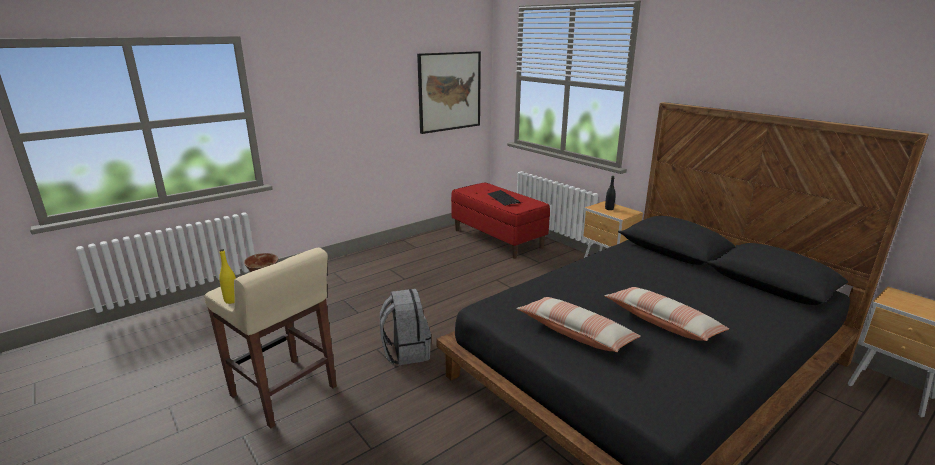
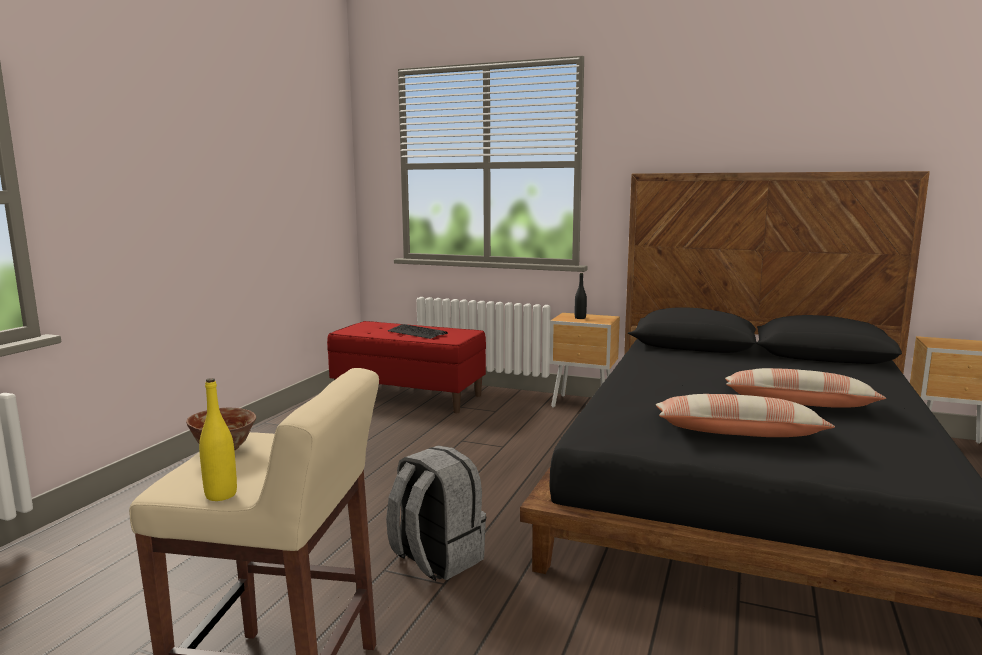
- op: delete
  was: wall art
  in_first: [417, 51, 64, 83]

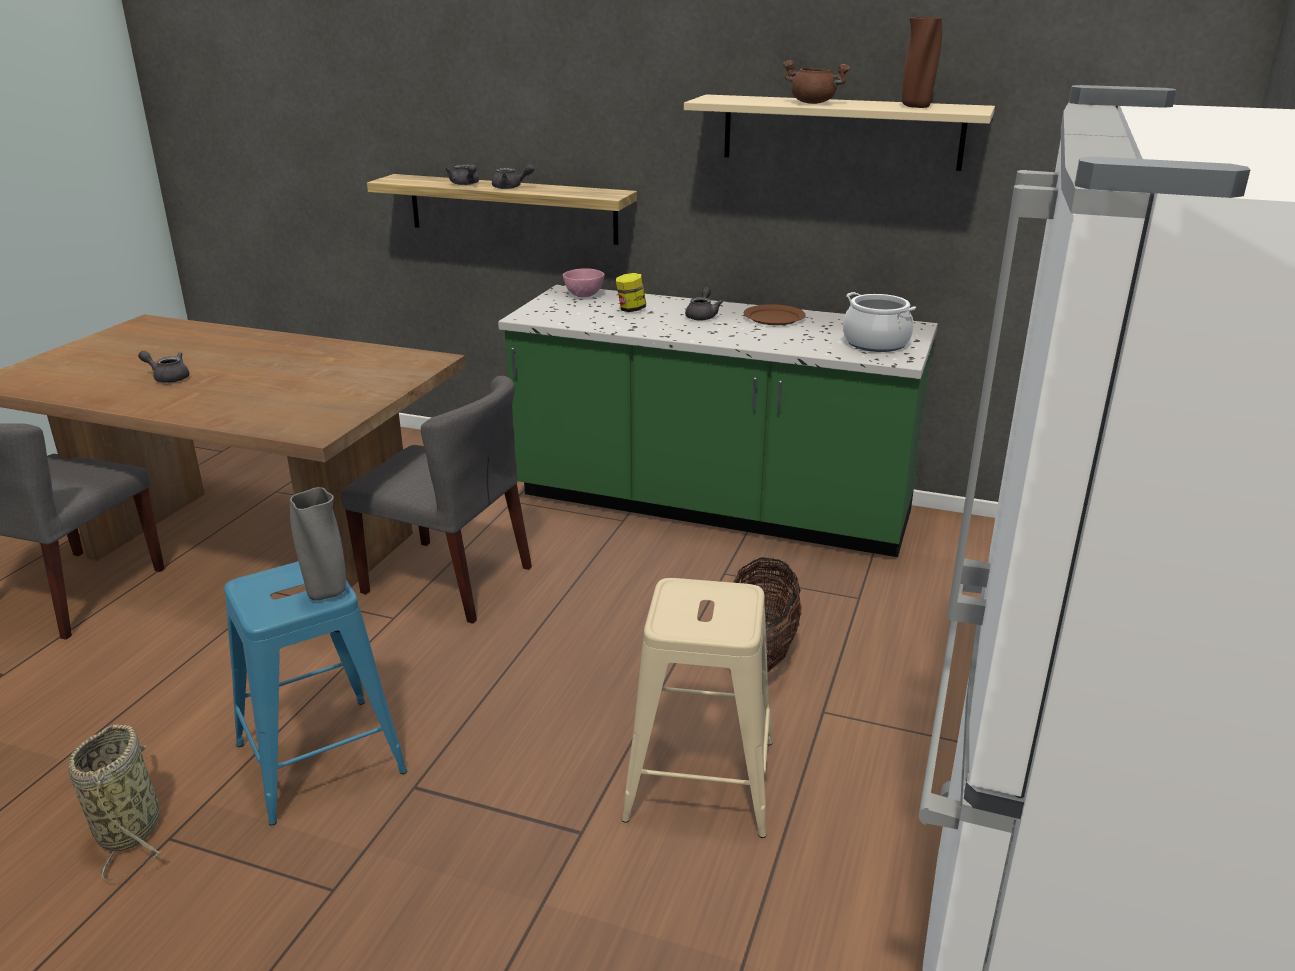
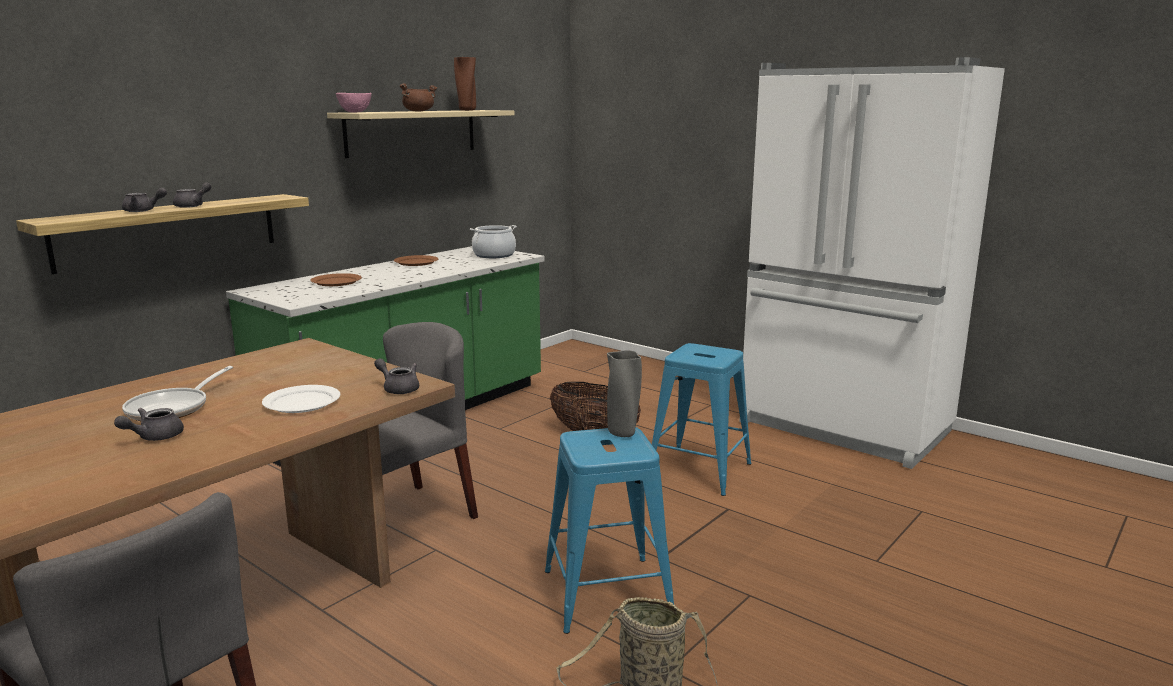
- op: insert
  now: pan
  in_second: [122, 366, 111, 55]
- op: insert
  now: white plate
  in_second: [262, 385, 78, 28]
- op: move
  was: pink-coloured deep dish
  in_first: [563, 268, 42, 29]
  in_second: [336, 93, 35, 20]
- op: move
  was: gray pot for tea
  in_first: [685, 287, 38, 34]
  in_second: [374, 358, 45, 36]
- op: replace
  was: jar
  now: brown plate
  in_first: [616, 273, 30, 39]
  in_second: [310, 273, 52, 13]
- op: recolor
  was: beige-coloured stool
  now: blue stool
  in_first: [622, 578, 151, 260]
  in_second: [652, 343, 99, 153]

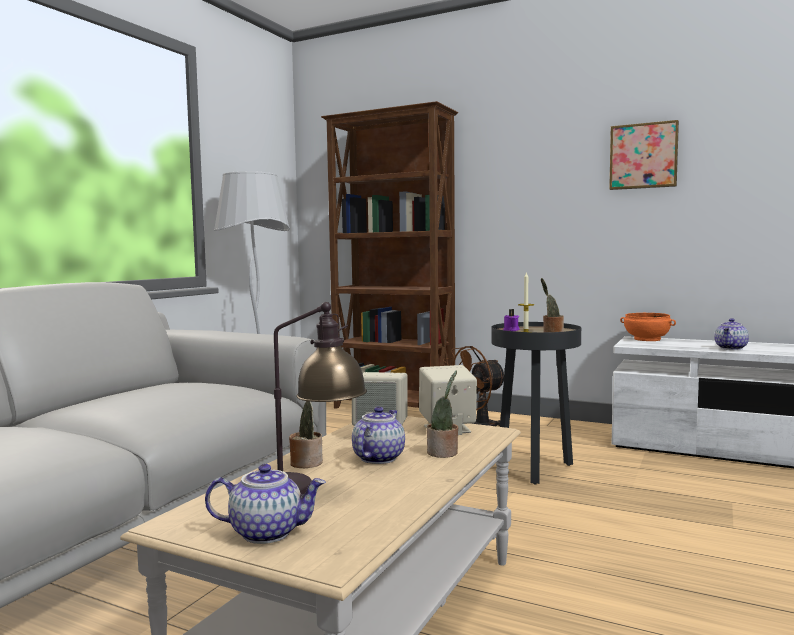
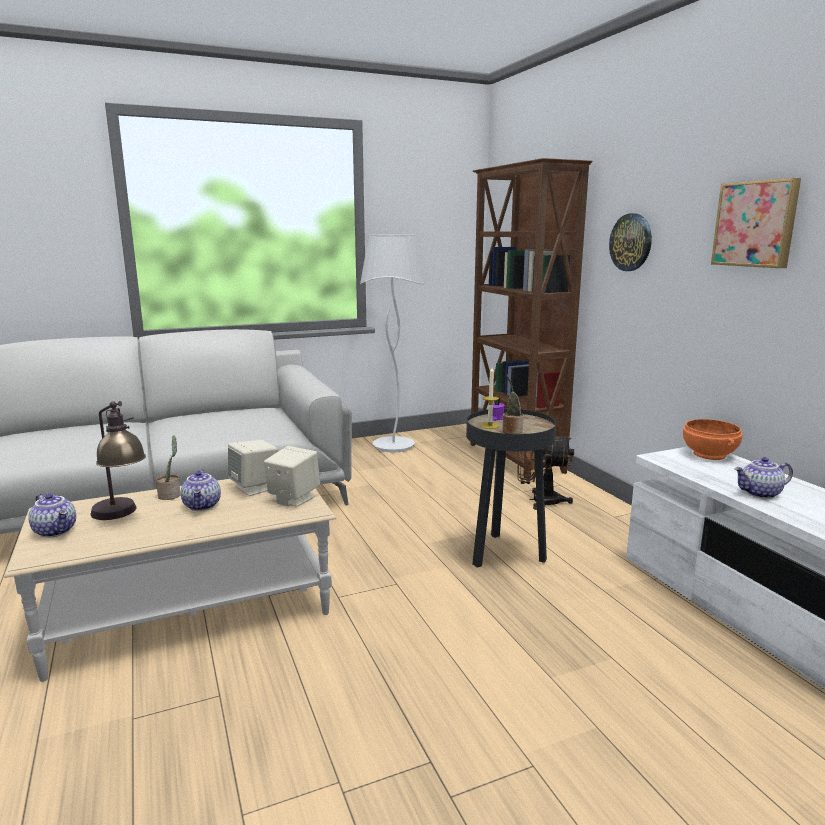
- op: delete
  was: houseplant
  in_first: [427, 371, 31, 87]
- op: insert
  now: clock on the wall
  in_second: [609, 213, 43, 58]
- op: rotate
  was: pot for tea
  in_first: [352, 407, 53, 57]
  in_second: [181, 469, 40, 42]
  clockwise: 105

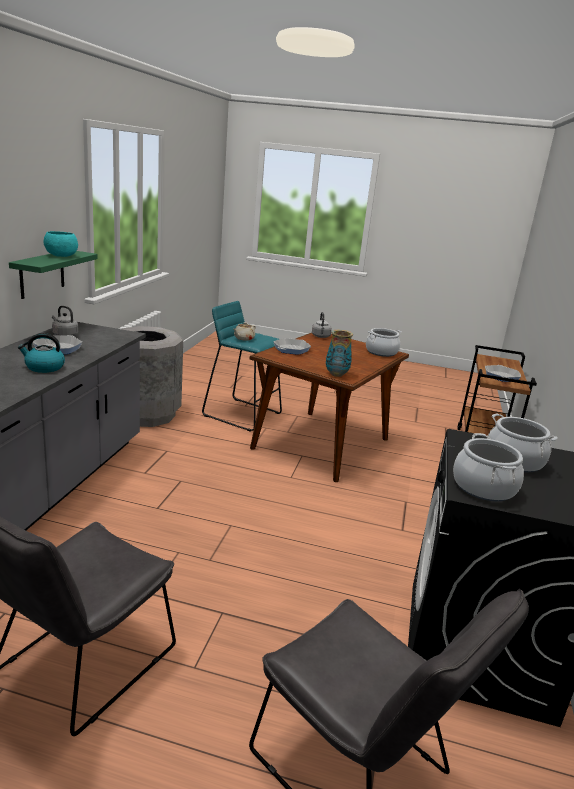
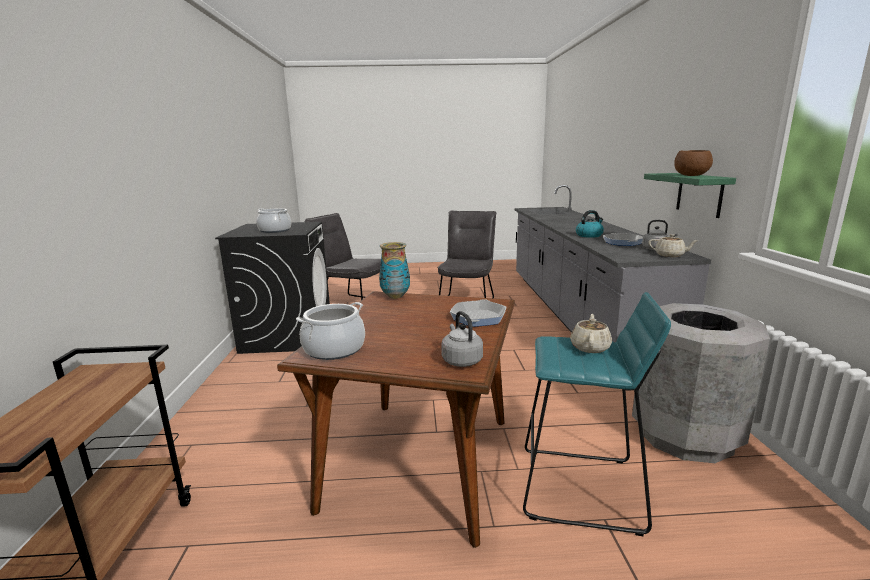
- op: delete
  was: stockpot
  in_first: [453, 433, 71, 68]
- op: delete
  was: pan
  in_first: [485, 365, 36, 17]
- op: insert
  now: beige-coloured pot for tea
  in_second: [648, 234, 50, 23]
- op: recolor
  was: turquoise deep dish
  now: brown deep dish
  in_first: [44, 231, 34, 26]
  in_second: [674, 150, 39, 26]

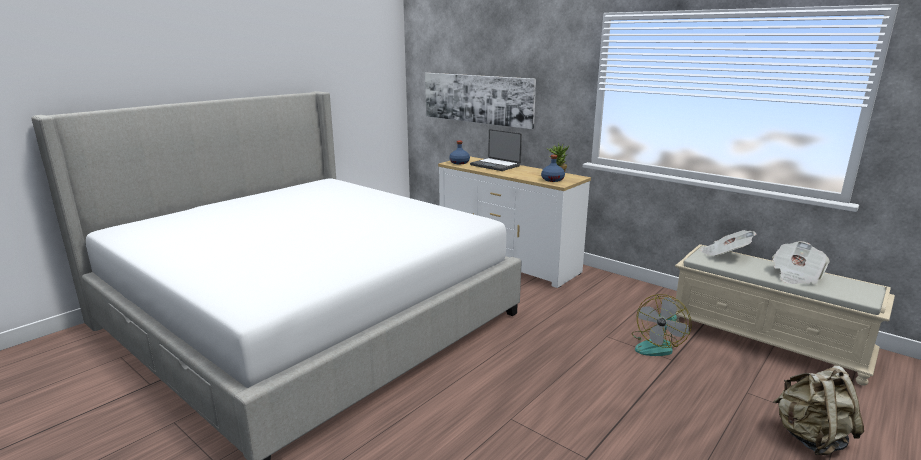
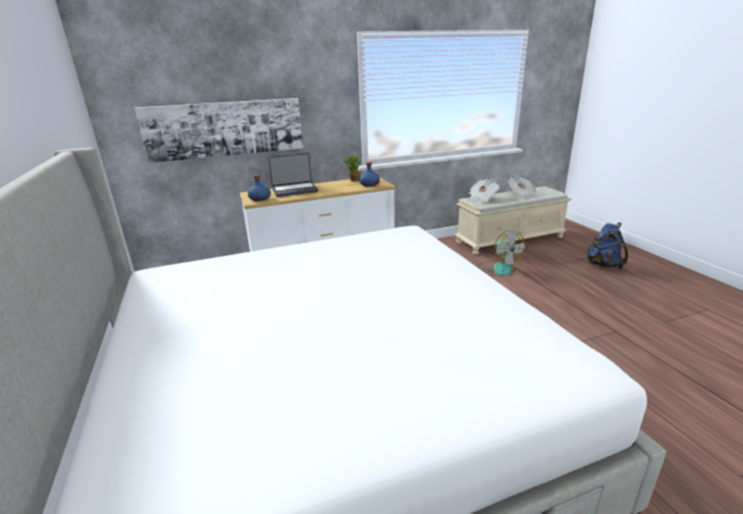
- op: recolor
  was: beige-coloured rucksack
  now: blue rucksack
  in_first: [773, 365, 91, 90]
  in_second: [587, 223, 41, 46]

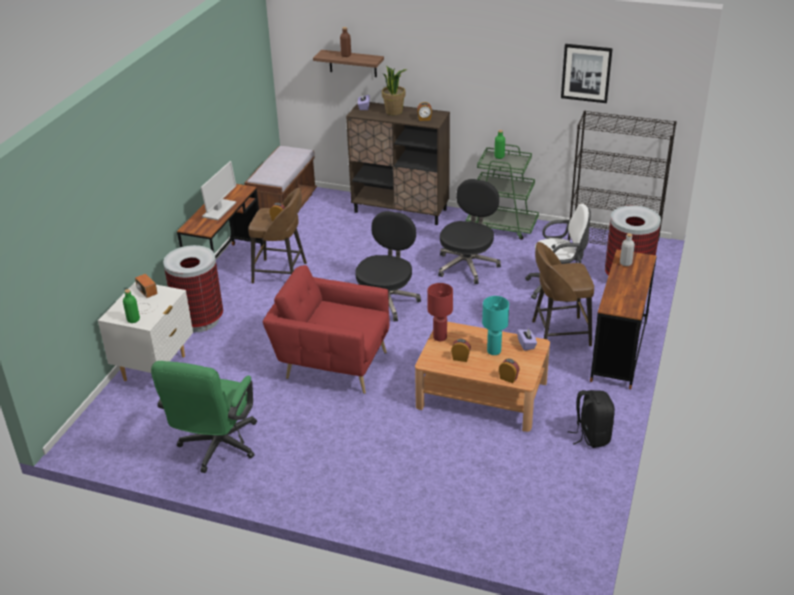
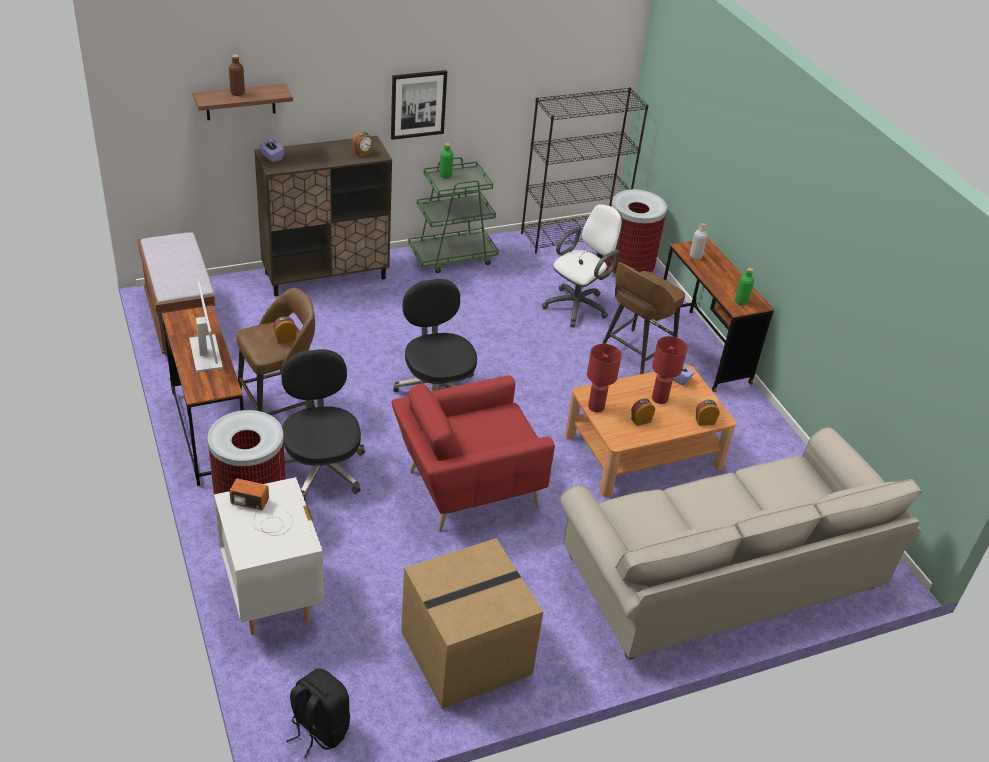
- op: delete
  was: houseplant
  in_first: [382, 66, 25, 49]
- op: insert
  now: beige-coloured settee
  in_second: [559, 427, 363, 232]
- op: move
  was: green beverage bottle
  in_first: [123, 289, 17, 34]
  in_second: [735, 268, 19, 37]
- op: move
  was: black-coloured computer chair
  in_first: [438, 179, 63, 105]
  in_second: [281, 349, 84, 152]
- op: move
  was: wall art
  in_first: [561, 44, 52, 59]
  in_second: [391, 70, 56, 70]
- op: move
  was: black-coloured rucksack
  in_first: [568, 390, 47, 58]
  in_second: [286, 668, 64, 90]
- op: replace
  was: green computer chair
  now: cardboard box
  in_first: [151, 361, 106, 112]
  in_second: [401, 538, 142, 171]
- op: recolor
  was: turquoise table lamp
  now: red table lamp
  in_first: [482, 296, 27, 59]
  in_second: [652, 336, 35, 68]

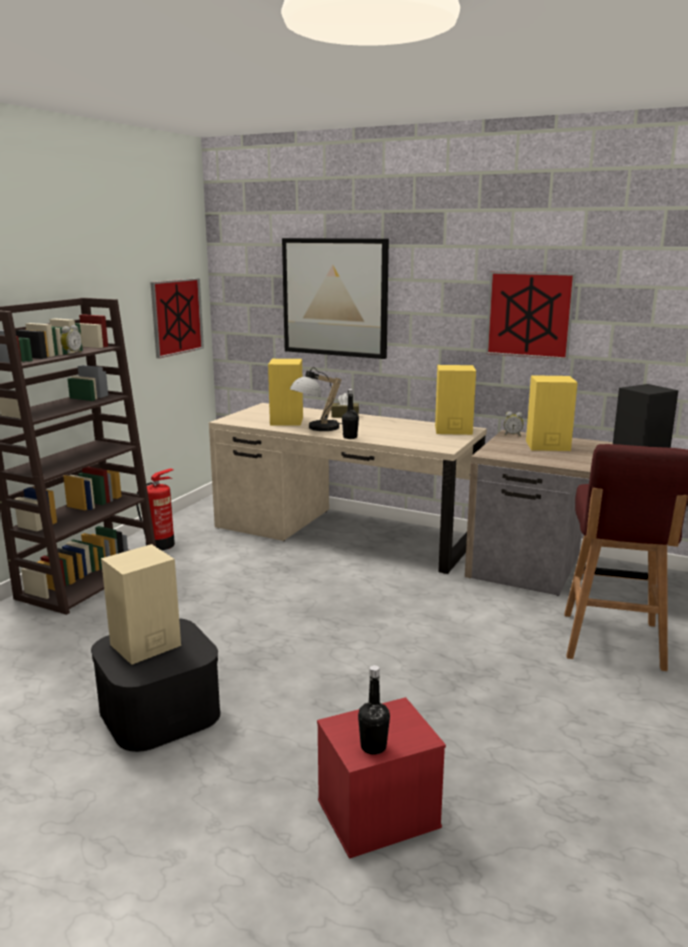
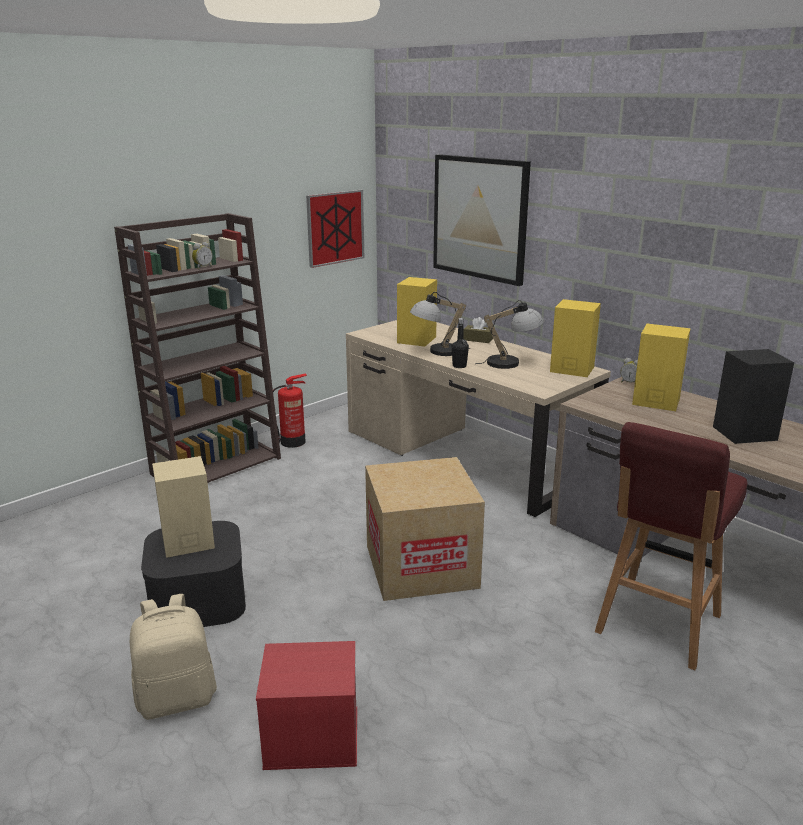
- op: delete
  was: black-coloured beverage bottle
  in_first: [358, 665, 32, 90]
- op: delete
  was: wall art
  in_first: [486, 271, 90, 89]
- op: insert
  now: beige-coloured rucksack
  in_second: [130, 594, 87, 126]
- op: insert
  now: cardboard box
  in_second: [365, 457, 120, 144]
- op: insert
  now: table lamp
  in_second: [475, 300, 69, 69]

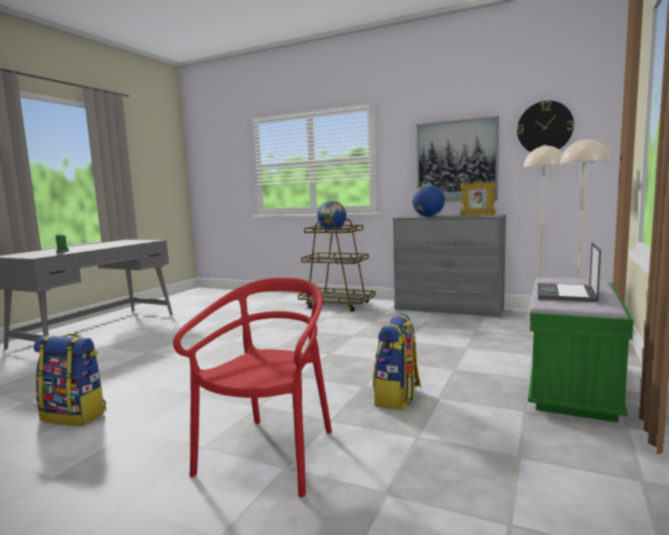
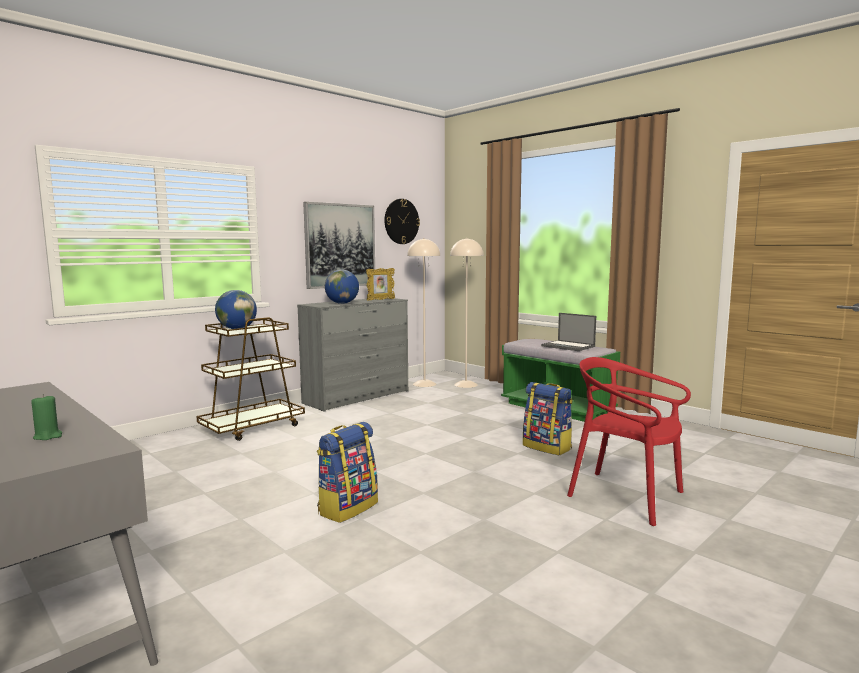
- op: move
  was: rucksack
  in_first: [34, 334, 72, 92]
  in_second: [317, 422, 61, 101]

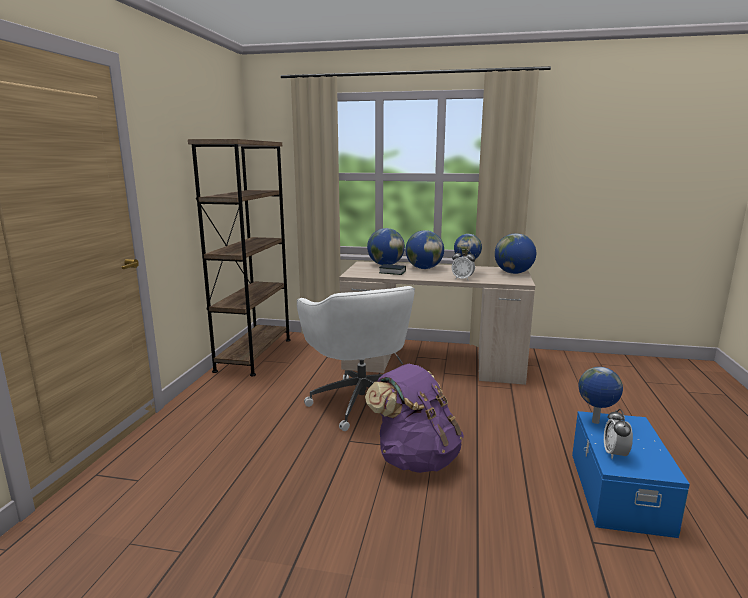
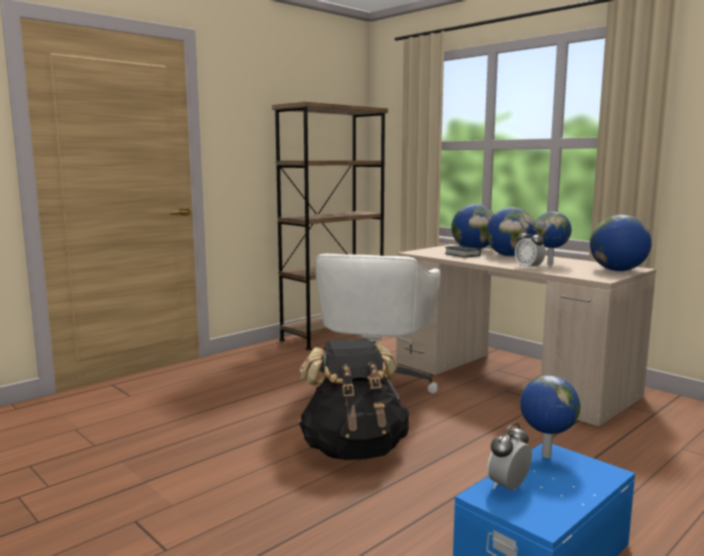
- op: recolor
  was: purple-coloured rucksack
  now: black-coloured rucksack
  in_first: [365, 364, 99, 109]
  in_second: [298, 338, 111, 122]

